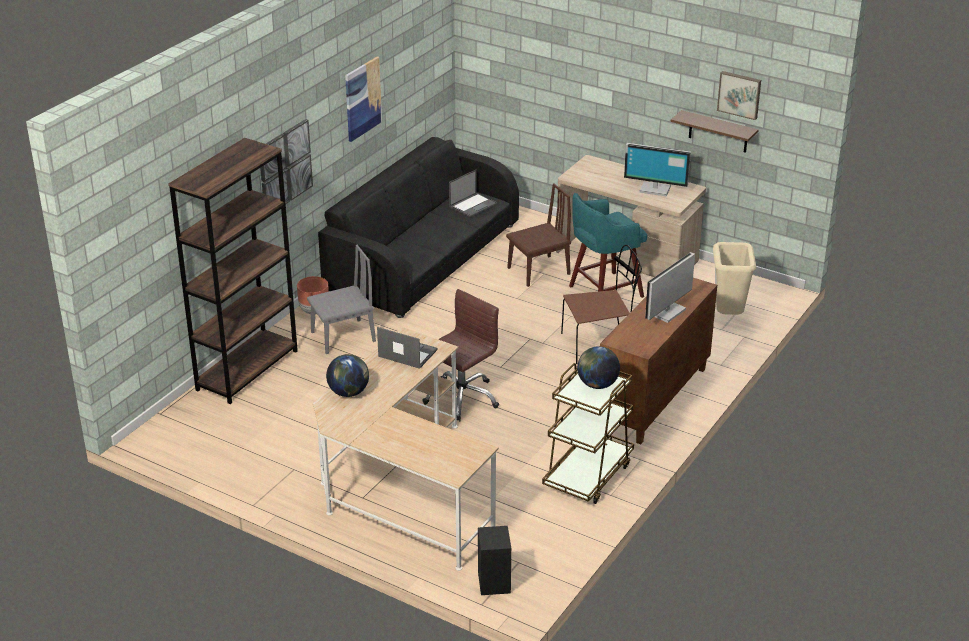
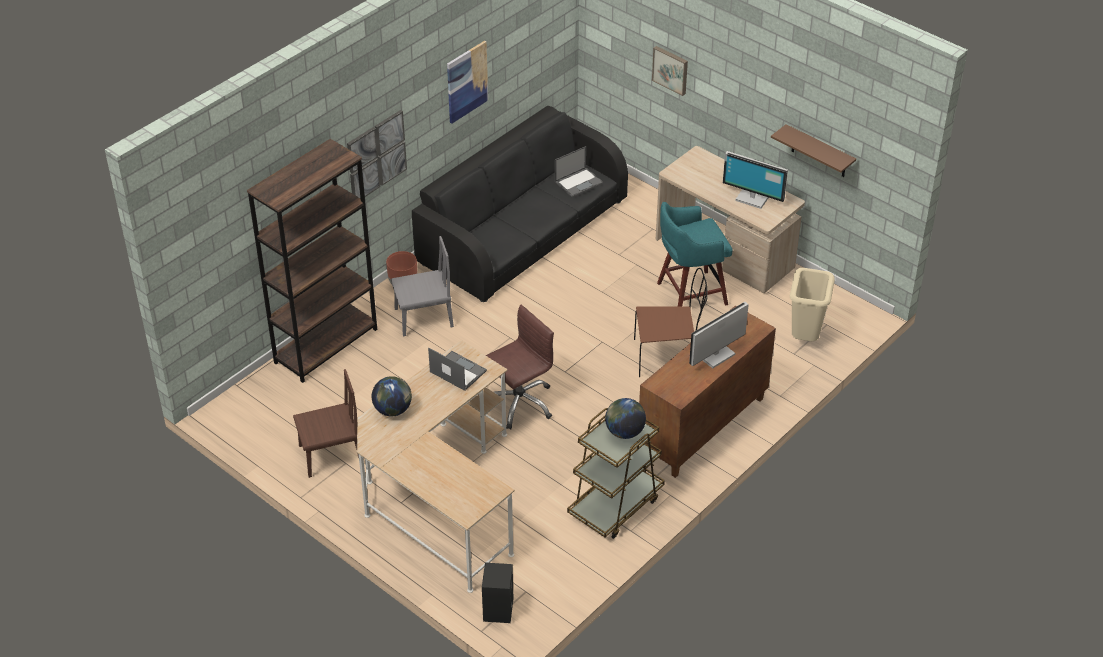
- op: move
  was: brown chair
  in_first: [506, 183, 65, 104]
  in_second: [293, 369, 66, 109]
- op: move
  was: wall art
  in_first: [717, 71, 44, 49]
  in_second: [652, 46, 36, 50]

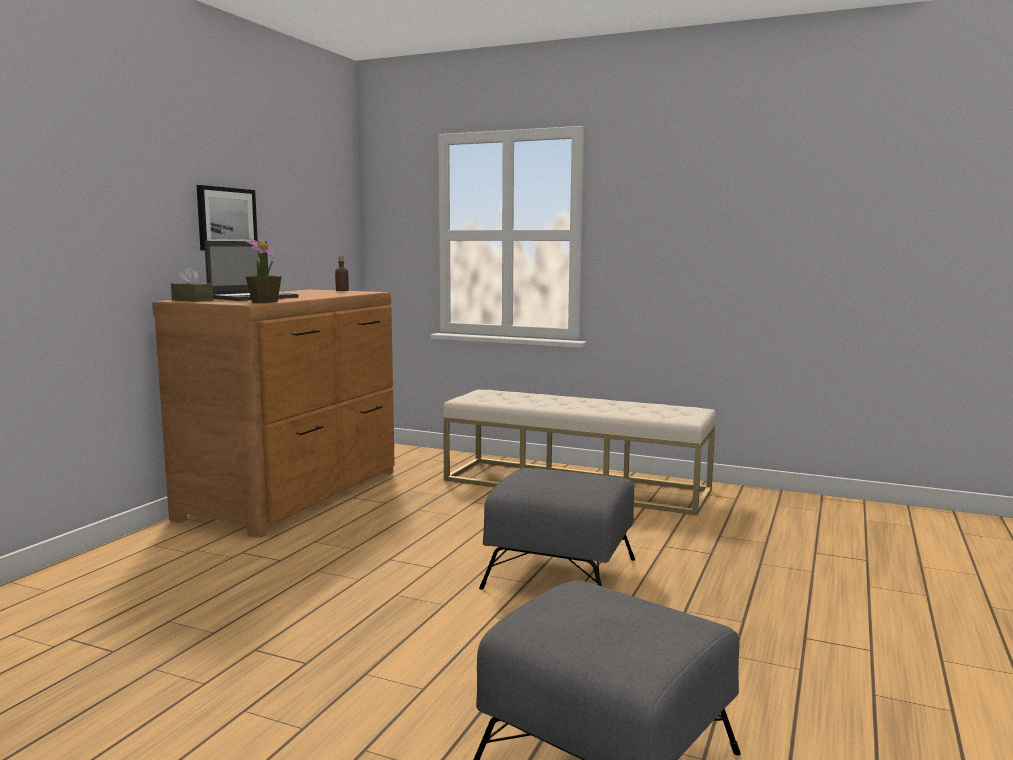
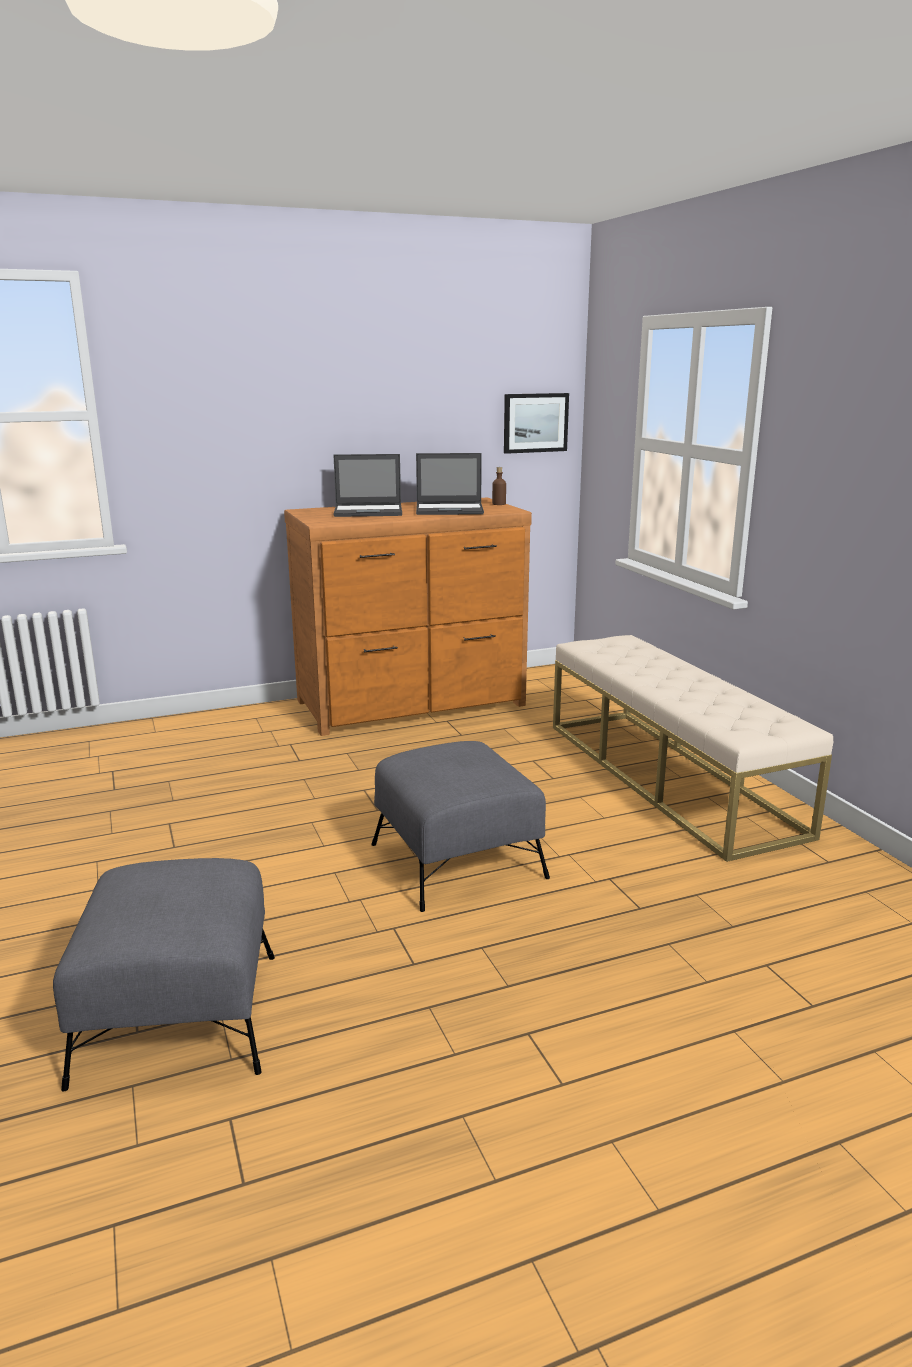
- op: delete
  was: brown tissue box
  in_first: [171, 267, 42, 35]
- op: delete
  was: houseplant
  in_first: [246, 237, 36, 66]
- op: insert
  now: portable computer
  in_second: [416, 453, 68, 62]
- op: move
  was: wall art
  in_first: [197, 185, 61, 66]
  in_second: [504, 393, 65, 61]

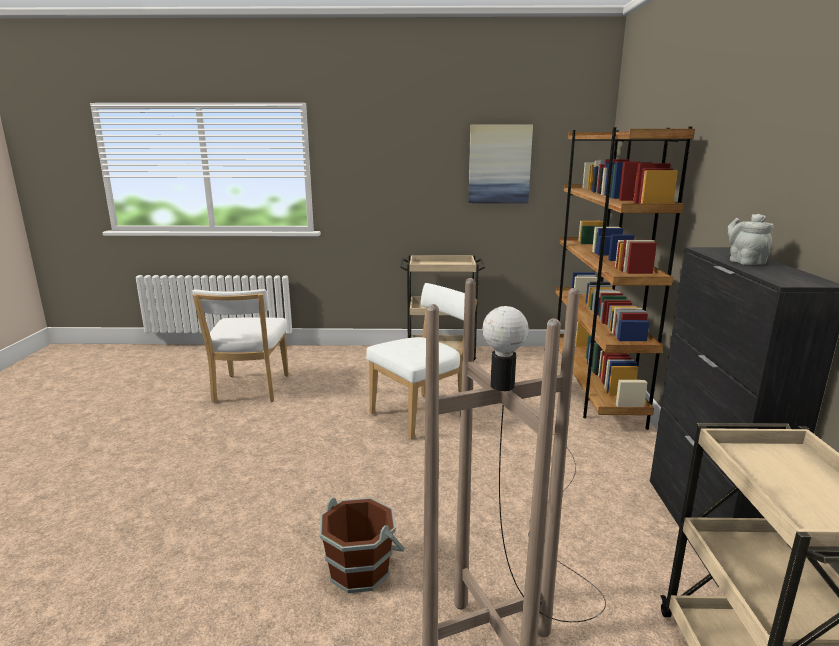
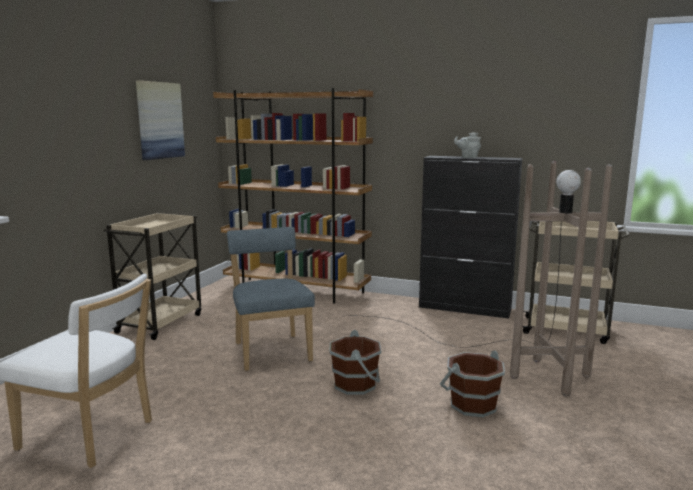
- op: insert
  now: brown pail
  in_second: [329, 329, 52, 66]
- op: recolor
  was: white chair
  now: blue chair
  in_first: [366, 283, 111, 156]
  in_second: [227, 227, 88, 144]

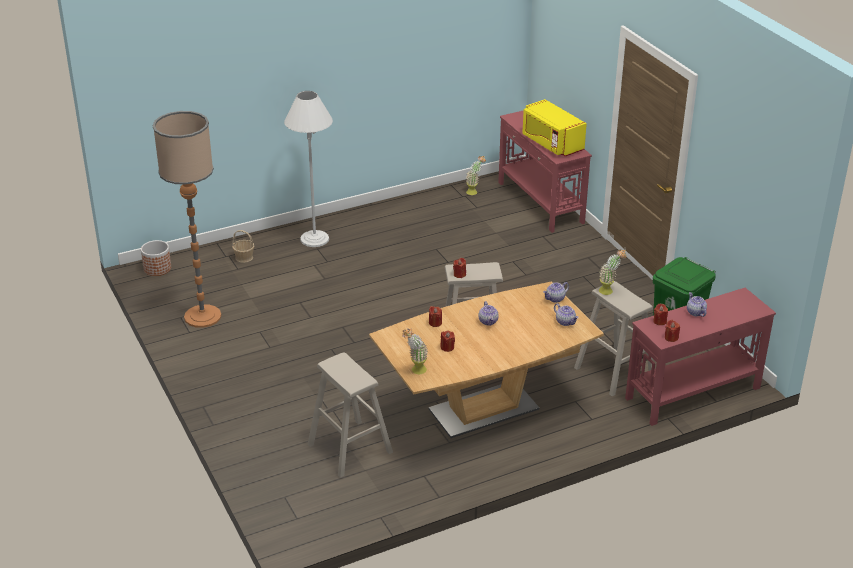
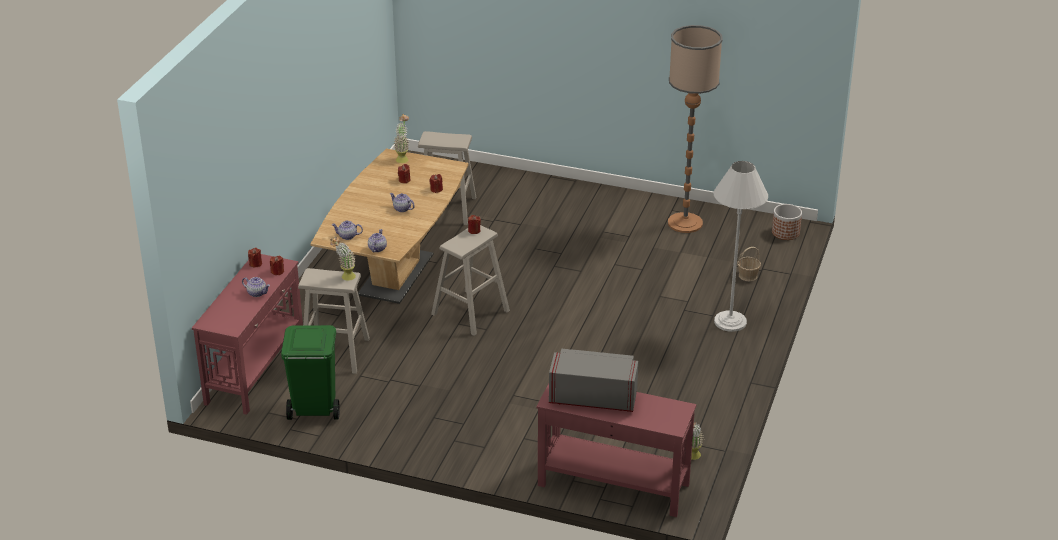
- op: recolor
  was: yellowish microwave
  now: gray microwave
  in_first: [522, 99, 65, 57]
  in_second: [549, 349, 89, 63]

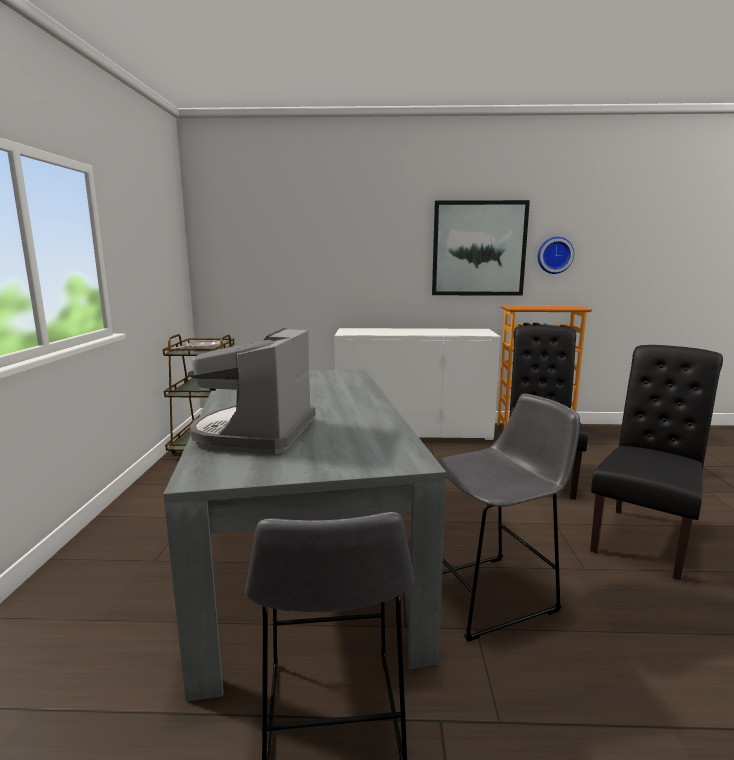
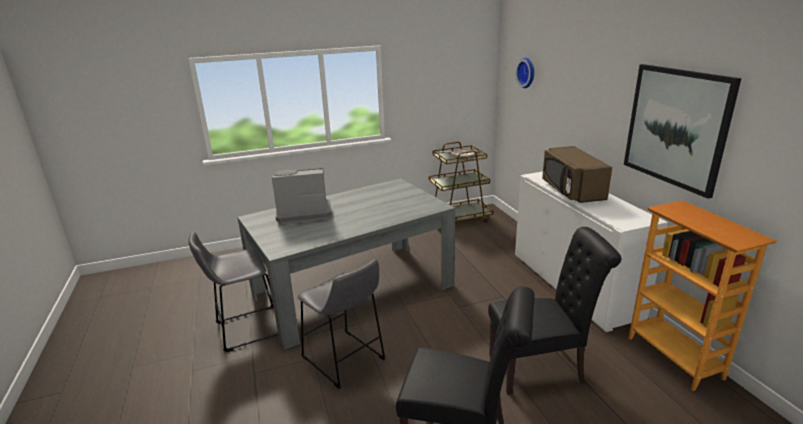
- op: insert
  now: brown microwave
  in_second: [542, 146, 70, 57]
- op: move
  was: clock on the wall
  in_first: [538, 237, 36, 37]
  in_second: [516, 58, 18, 30]

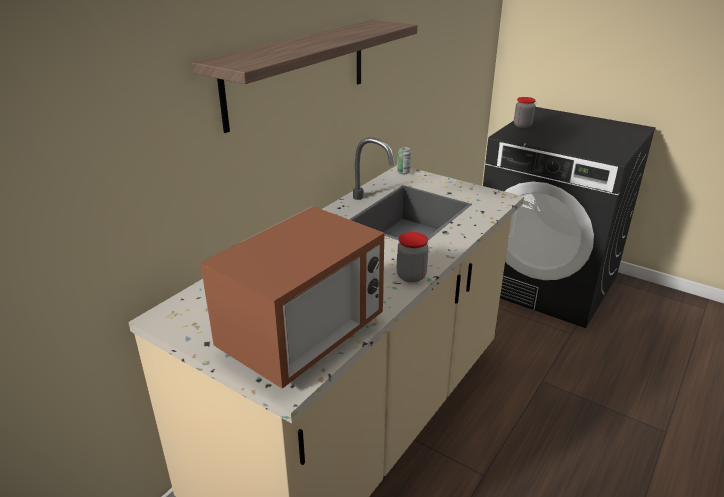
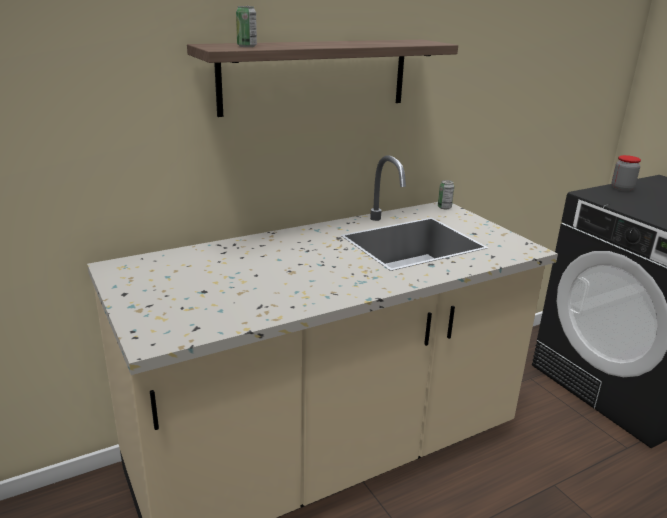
- op: delete
  was: microwave
  in_first: [200, 206, 184, 183]
- op: delete
  was: jar
  in_first: [397, 232, 32, 51]
- op: insert
  now: metal can
  in_second: [236, 6, 21, 41]

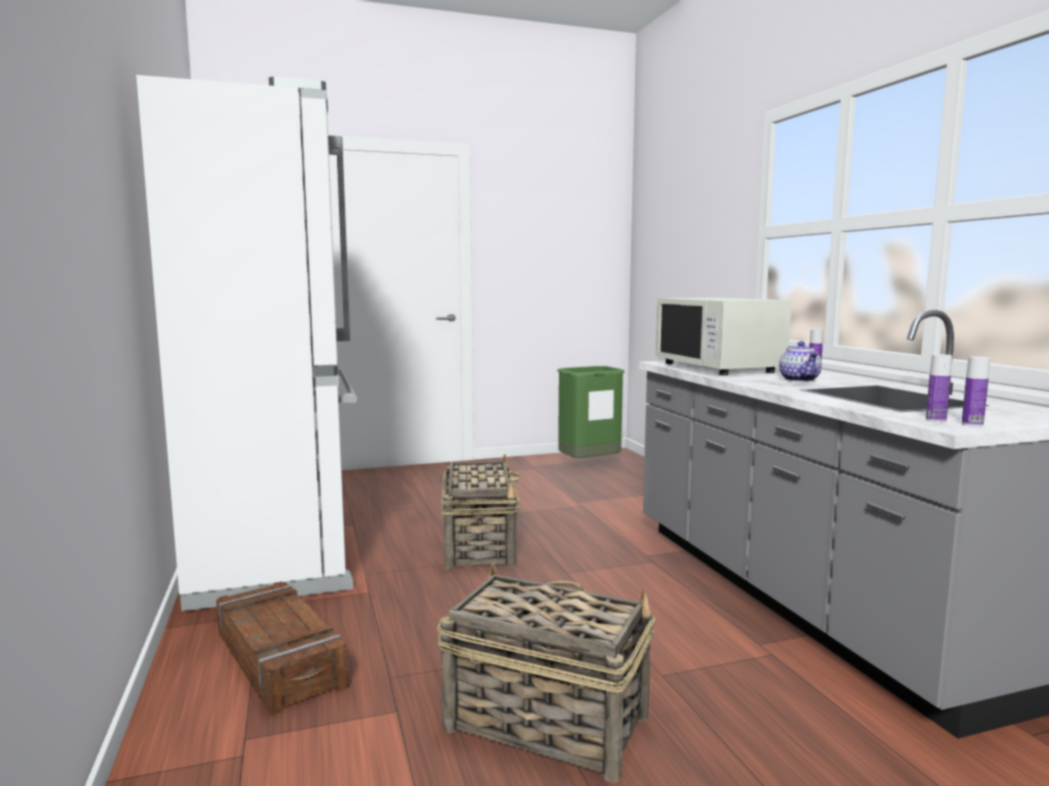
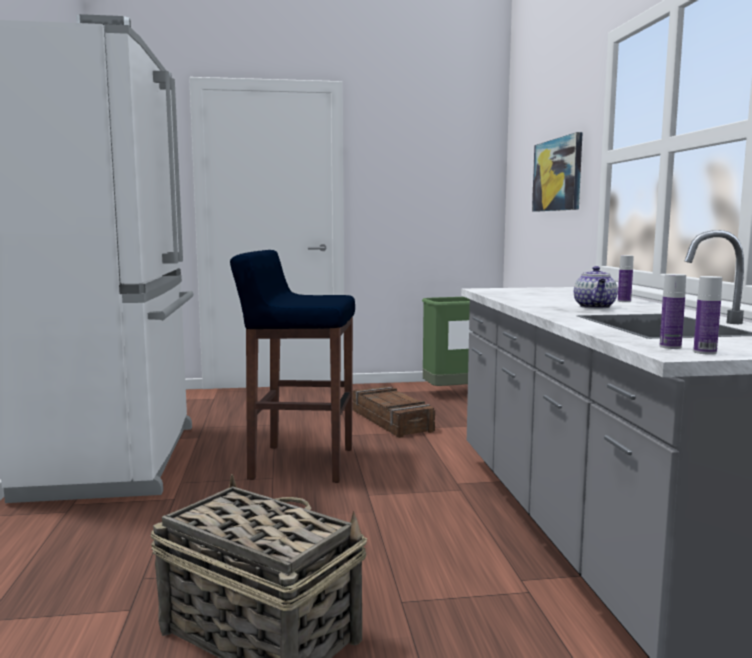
- op: delete
  was: white microwave
  in_first: [655, 298, 137, 78]
- op: insert
  now: wall art
  in_second: [532, 132, 50, 80]
- op: move
  was: packing crate
  in_first: [216, 581, 133, 134]
  in_second: [353, 386, 82, 52]
- op: replace
  was: basket
  now: blue stool
  in_first: [441, 454, 80, 115]
  in_second: [230, 250, 125, 233]

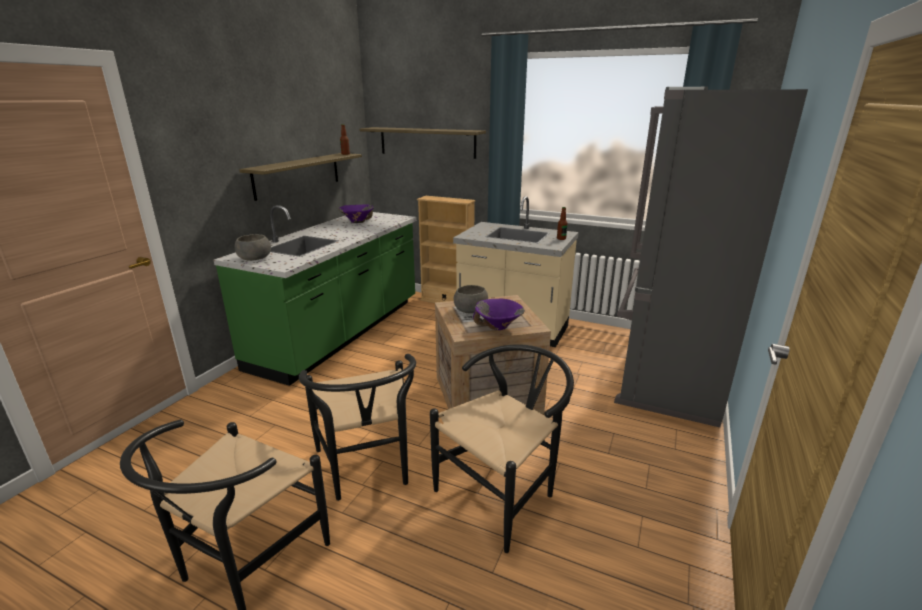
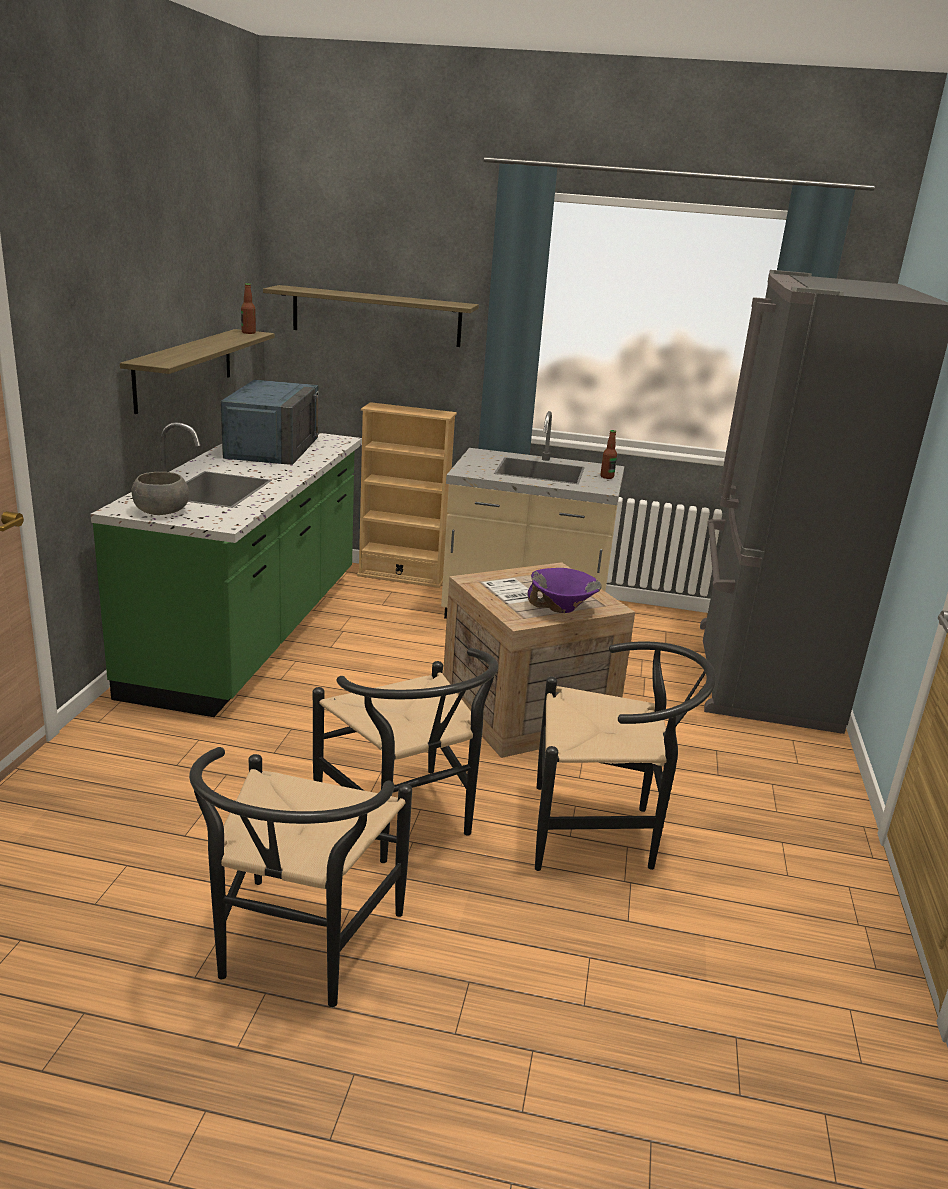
- op: delete
  was: gray deep dish
  in_first: [454, 285, 34, 29]
- op: replace
  was: purple-coloured deep dish
  now: blue microwave
  in_first: [339, 205, 34, 18]
  in_second: [221, 380, 98, 85]
- op: rotate
  was: black-coloured chair
  in_first: [430, 344, 144, 209]
  in_second: [535, 642, 181, 229]
  clockwise: 60

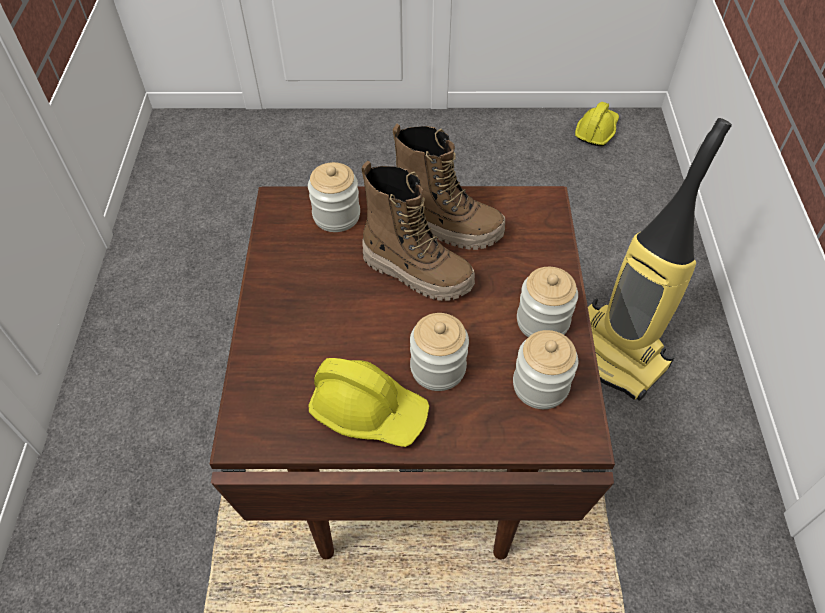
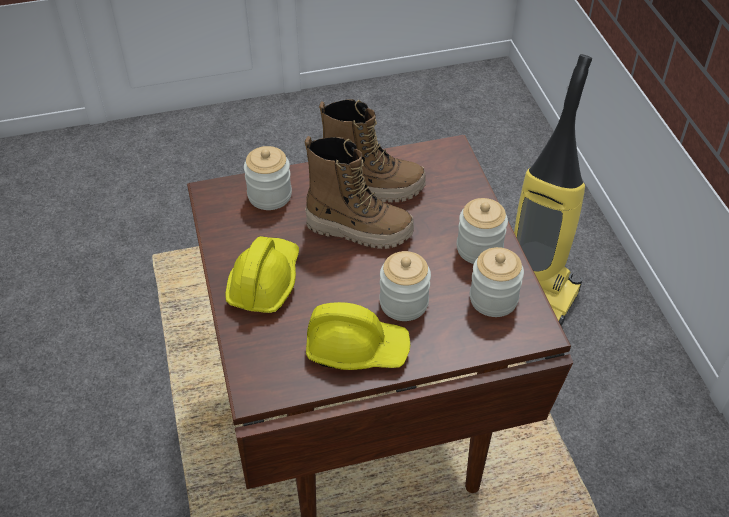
- op: move
  was: yellowish work helmet
  in_first: [575, 102, 44, 44]
  in_second: [225, 236, 74, 77]

